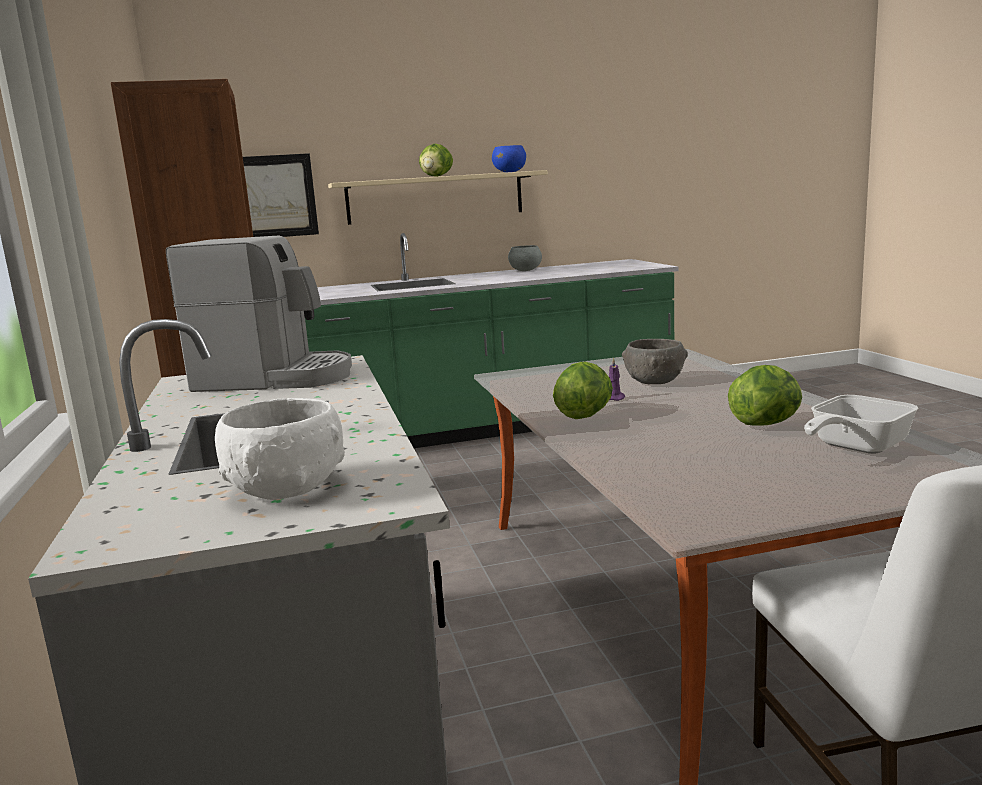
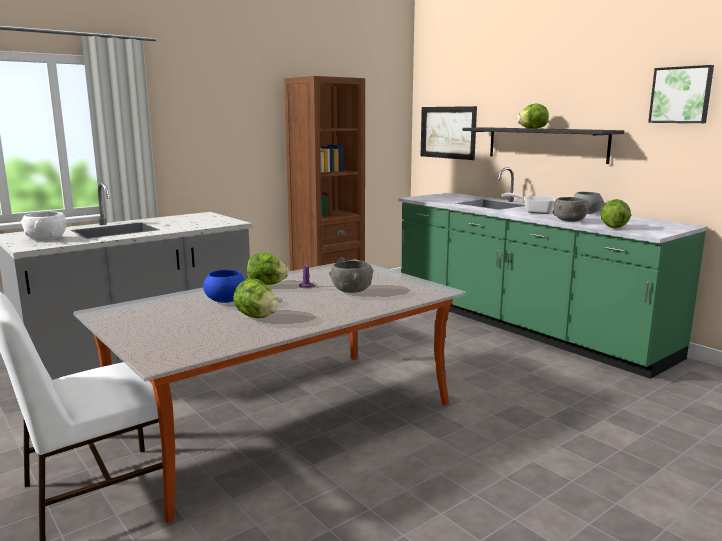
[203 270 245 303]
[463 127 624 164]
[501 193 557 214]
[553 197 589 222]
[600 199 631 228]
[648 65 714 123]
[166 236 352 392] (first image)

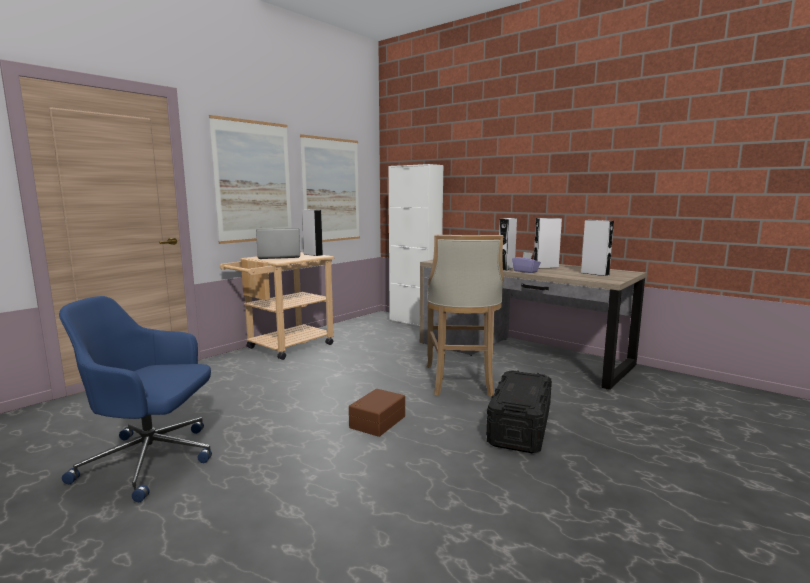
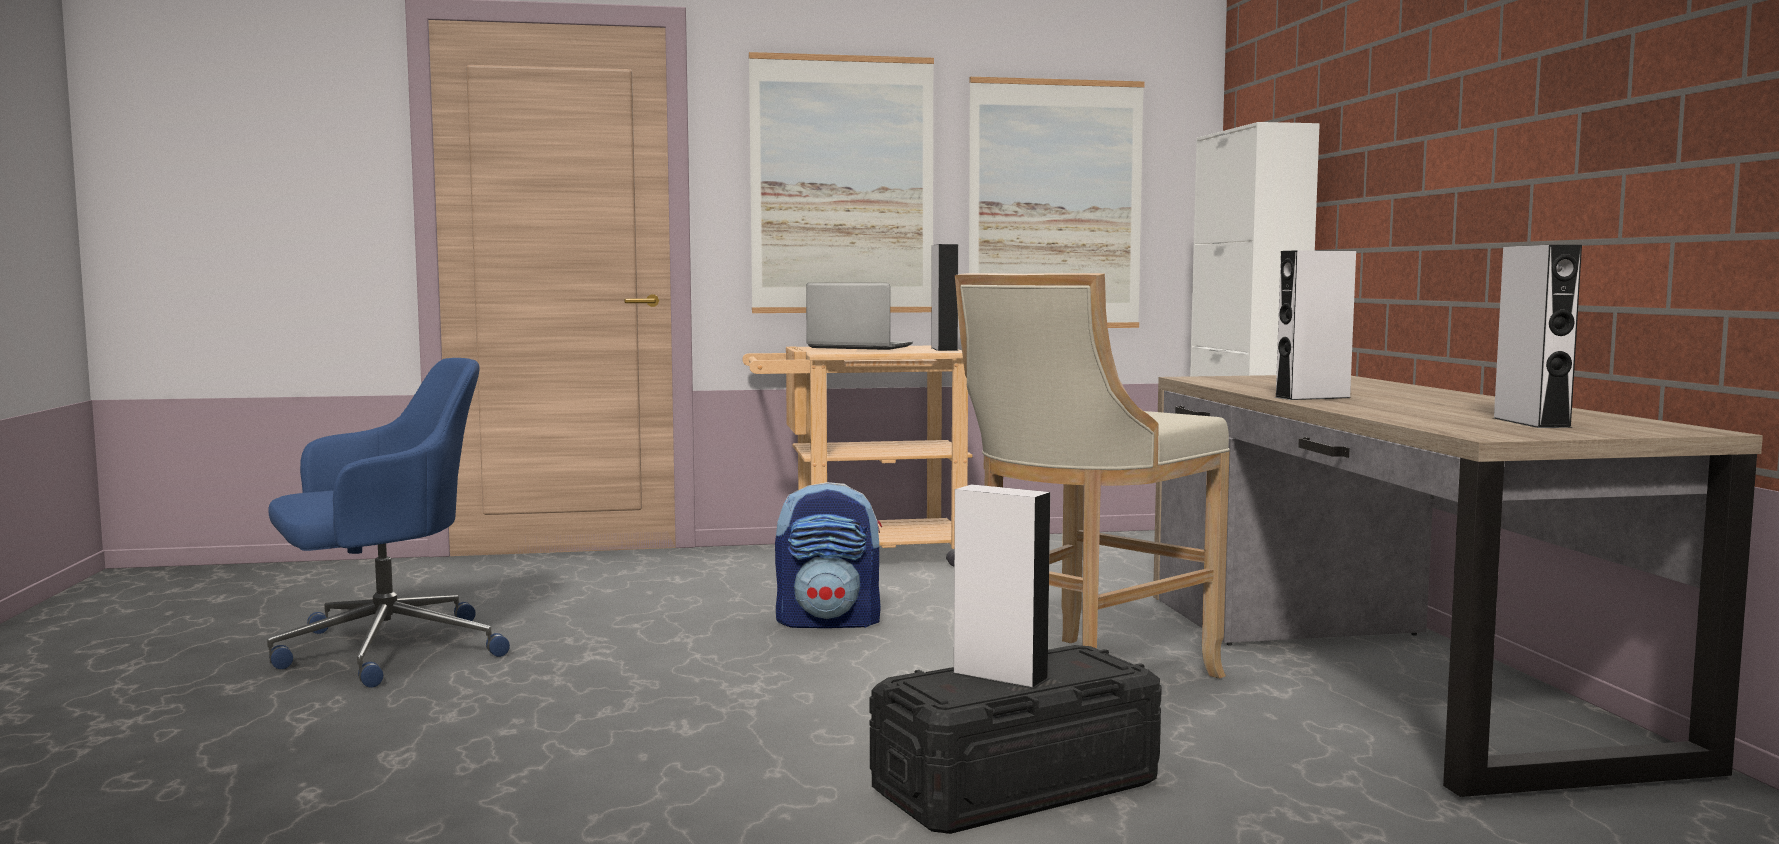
[267 358 510 688]
[775 482 882 628]
[952 484 1050 689]
[349 389 405 437] (first image)
[512 252 541 273] (first image)

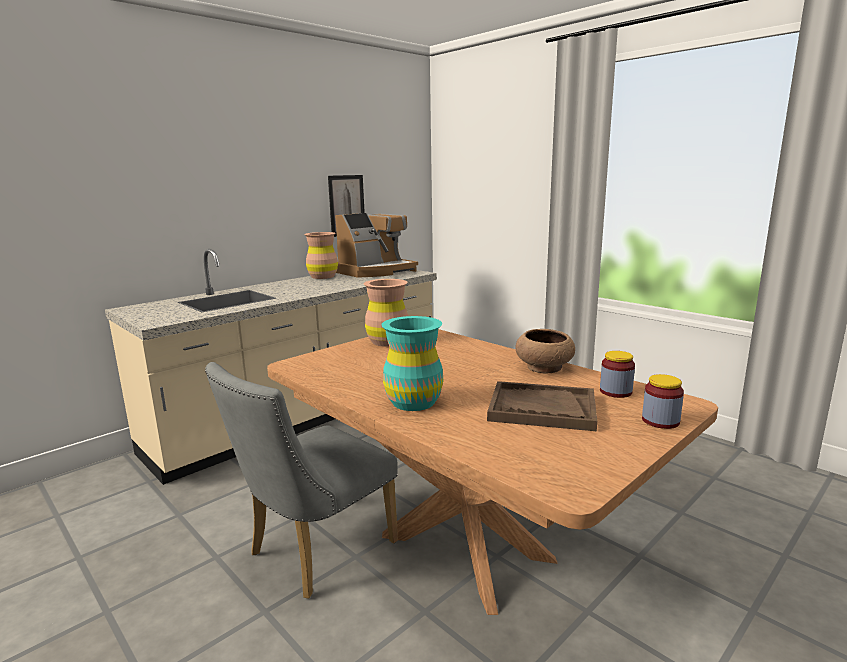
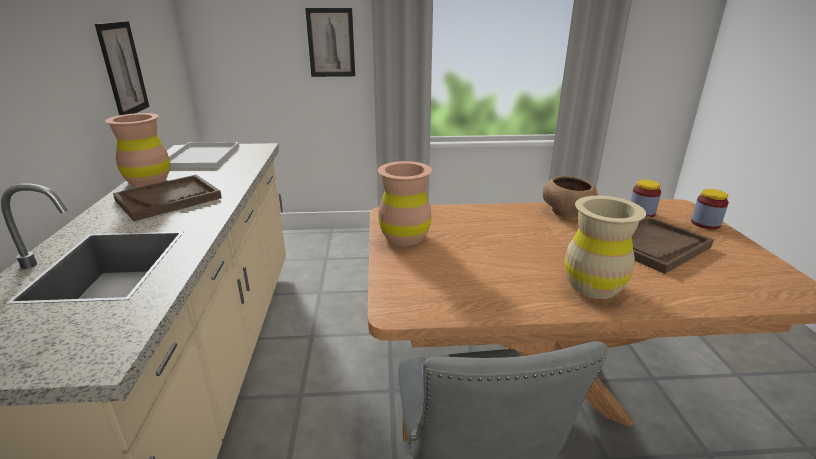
[113 175 222 221]
[169 142 239 169]
[305 8 355 77]
[565 196 646 299]

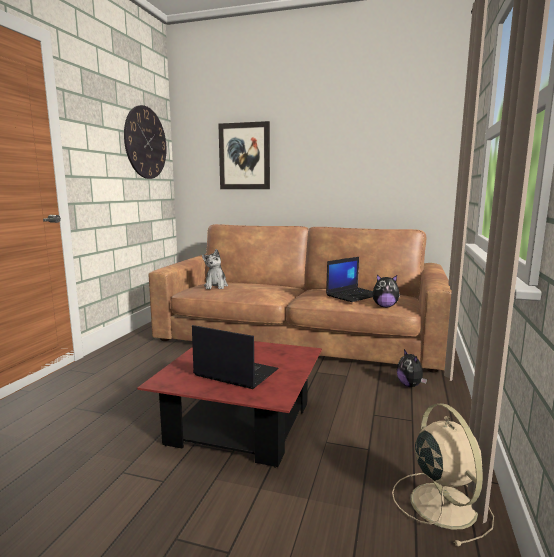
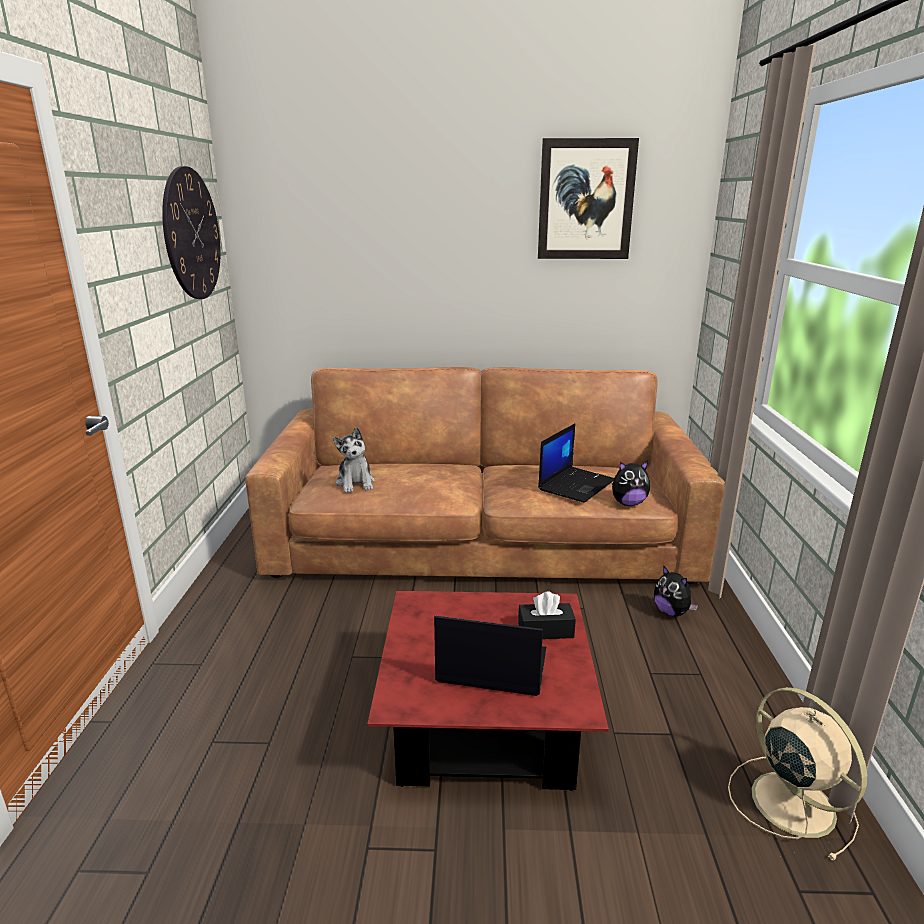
[518 591 576 639]
[538 138 639 259]

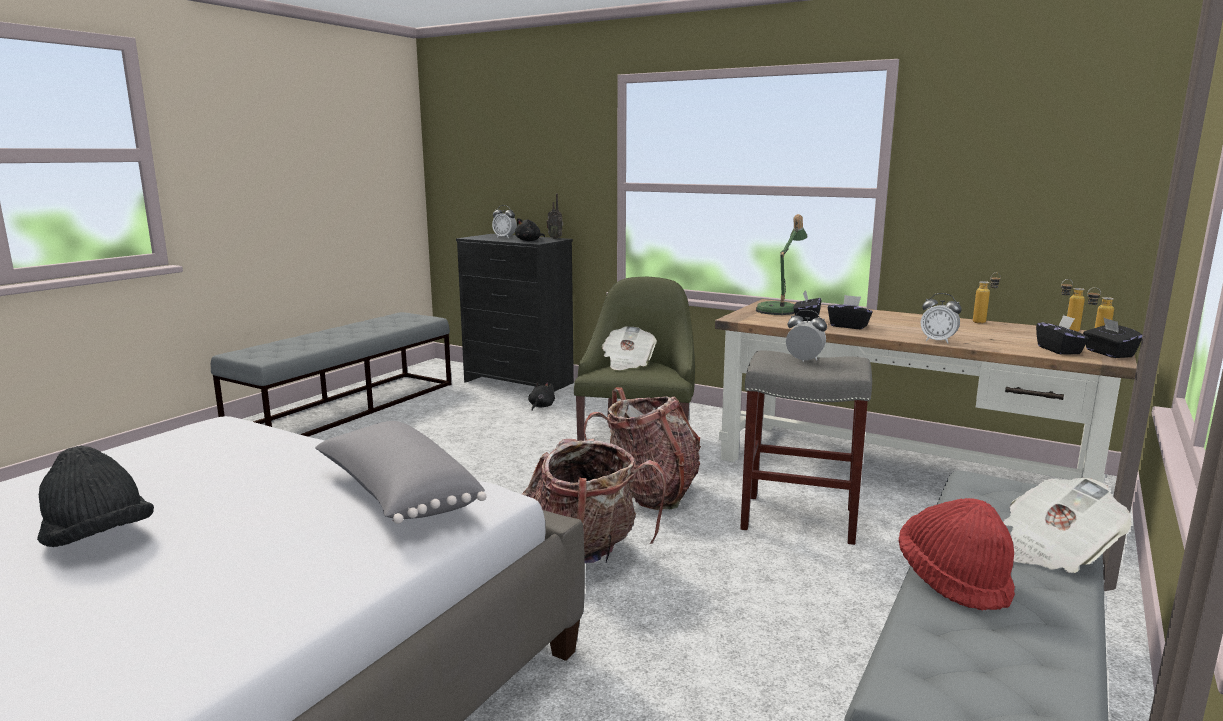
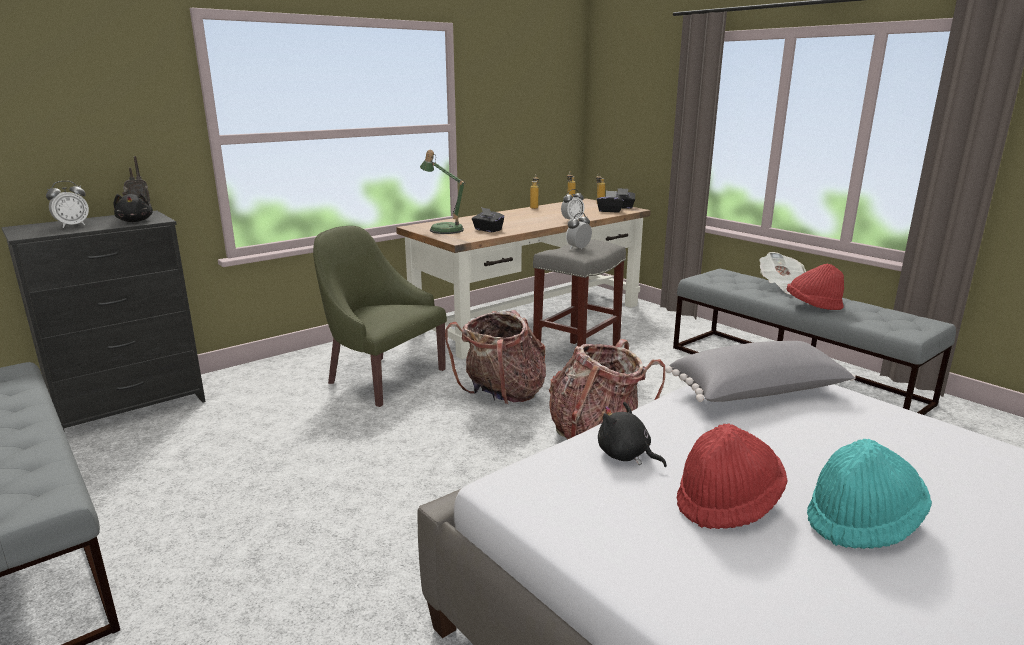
[598 402 667 467]
[677 423 788 529]
[807 439 932 549]
[602 326 657 370] (first image)
[828 295 873 329] (first image)

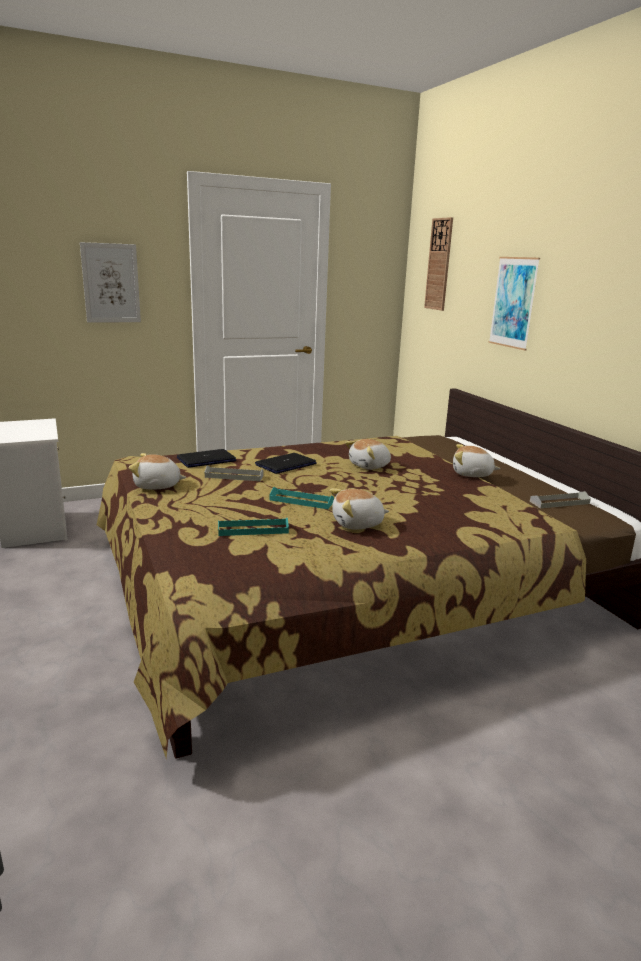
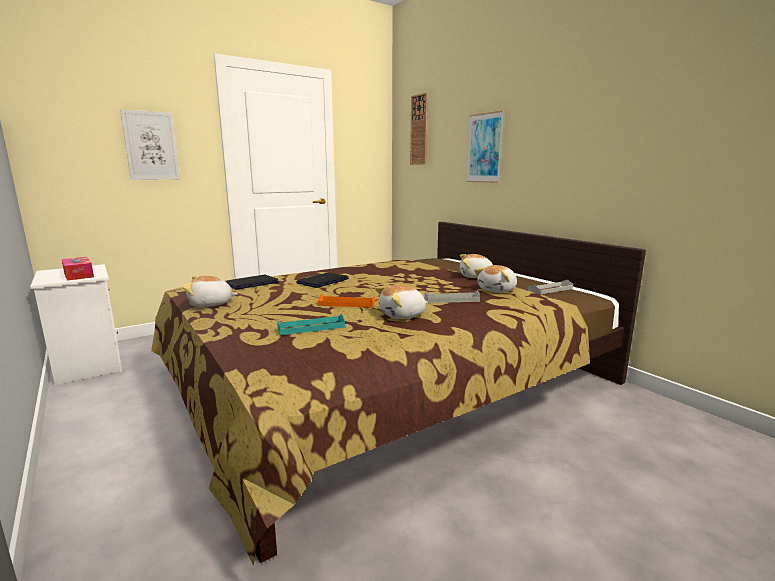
[62 257 94 281]
[318 294 375 308]
[424 290 480 303]
[474 265 517 293]

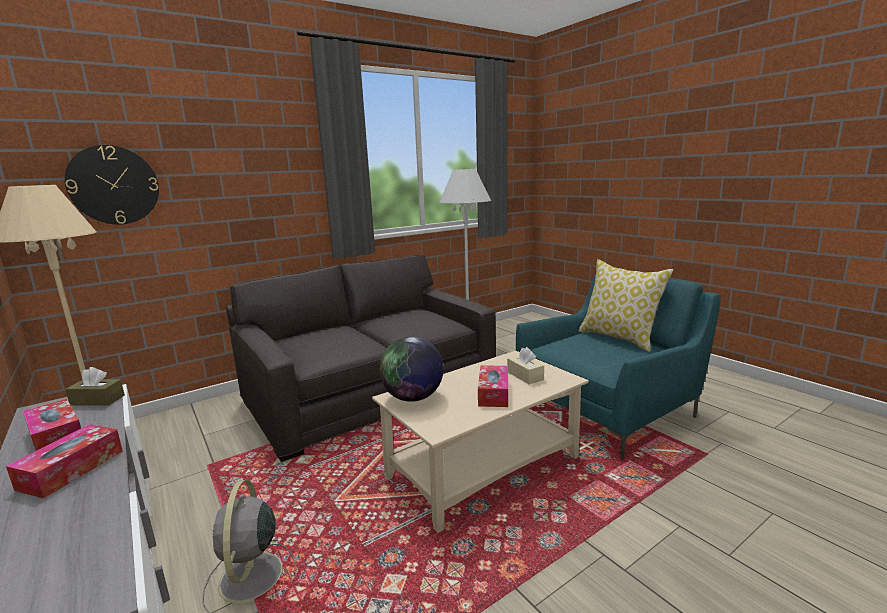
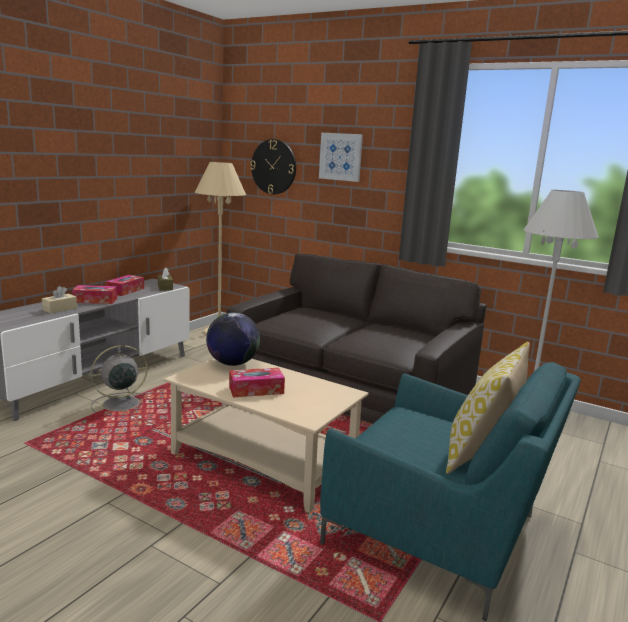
[42 286 77 313]
[319 133 363 182]

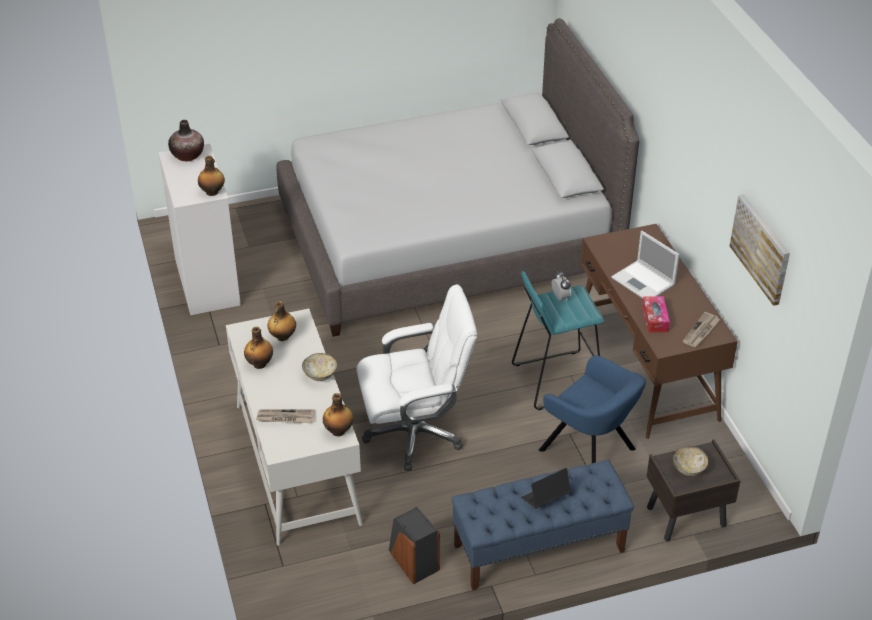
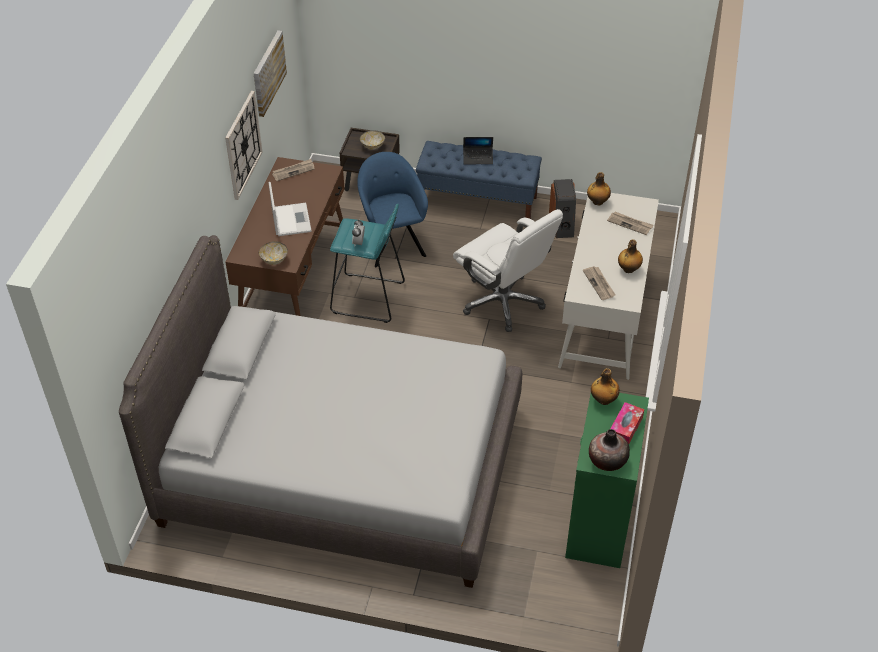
[225 91 263 200]
[259 241 288 265]
[453 209 563 332]
[565 393 649 568]
[583 266 615 300]
[610 402 644 444]

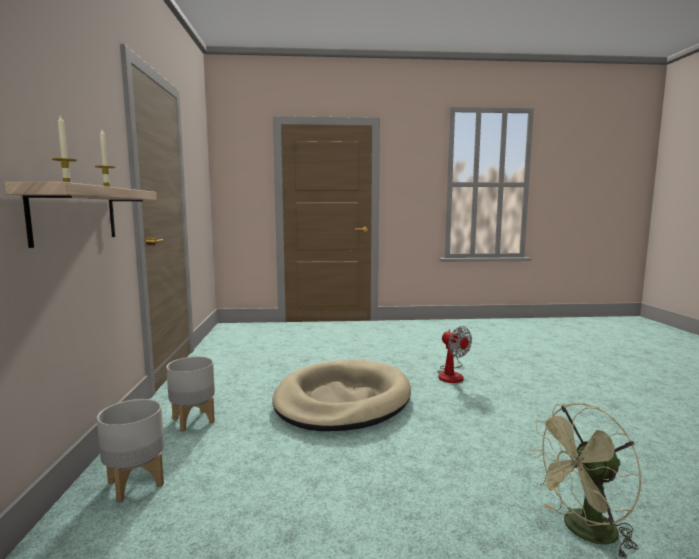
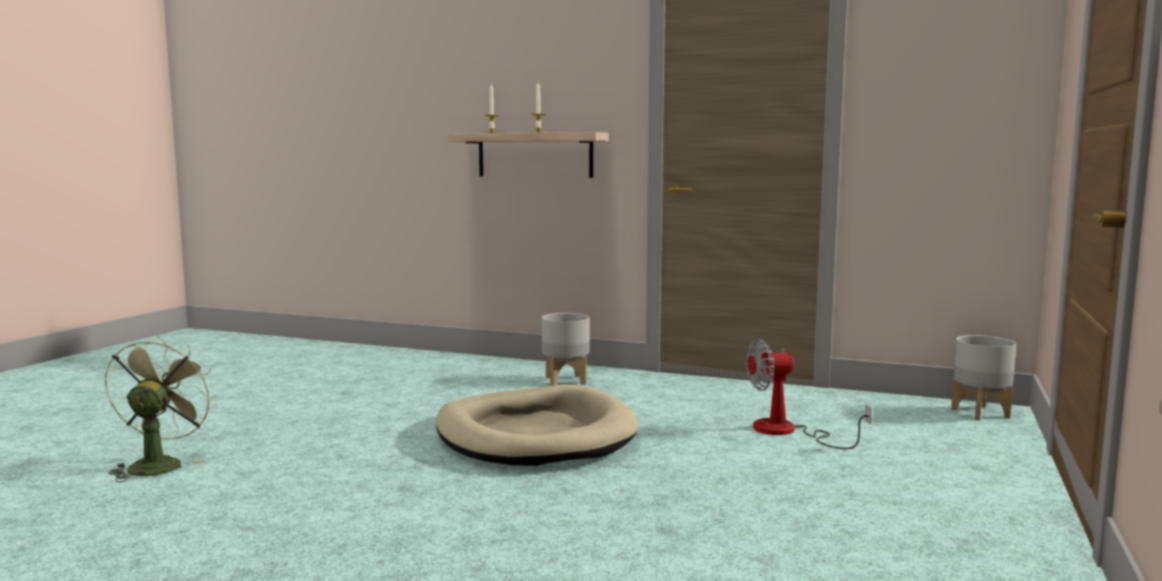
[746 339 872 449]
[951 335 1016 421]

